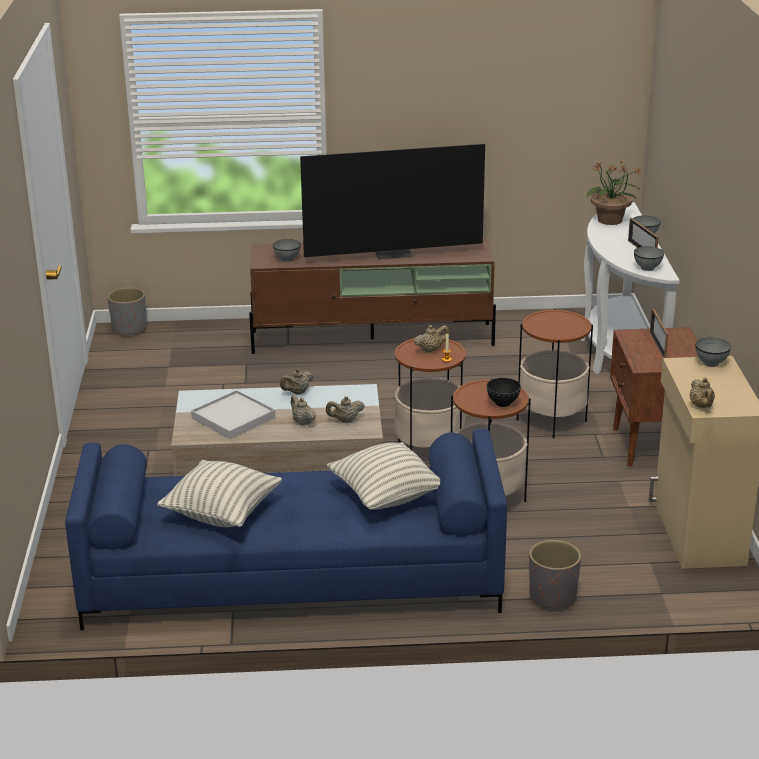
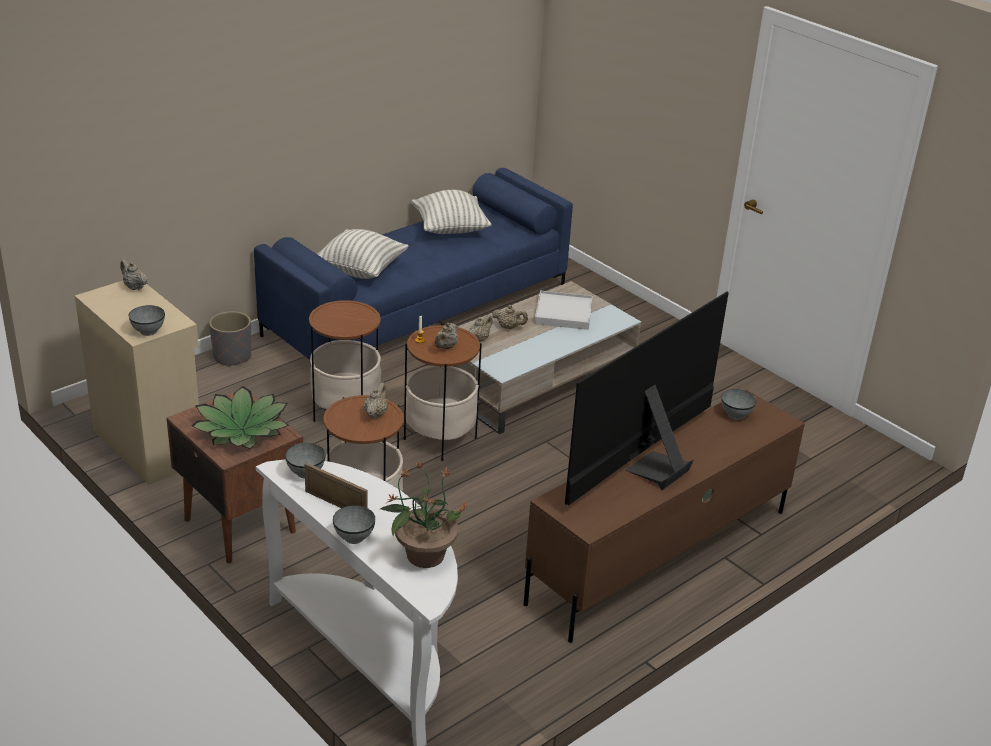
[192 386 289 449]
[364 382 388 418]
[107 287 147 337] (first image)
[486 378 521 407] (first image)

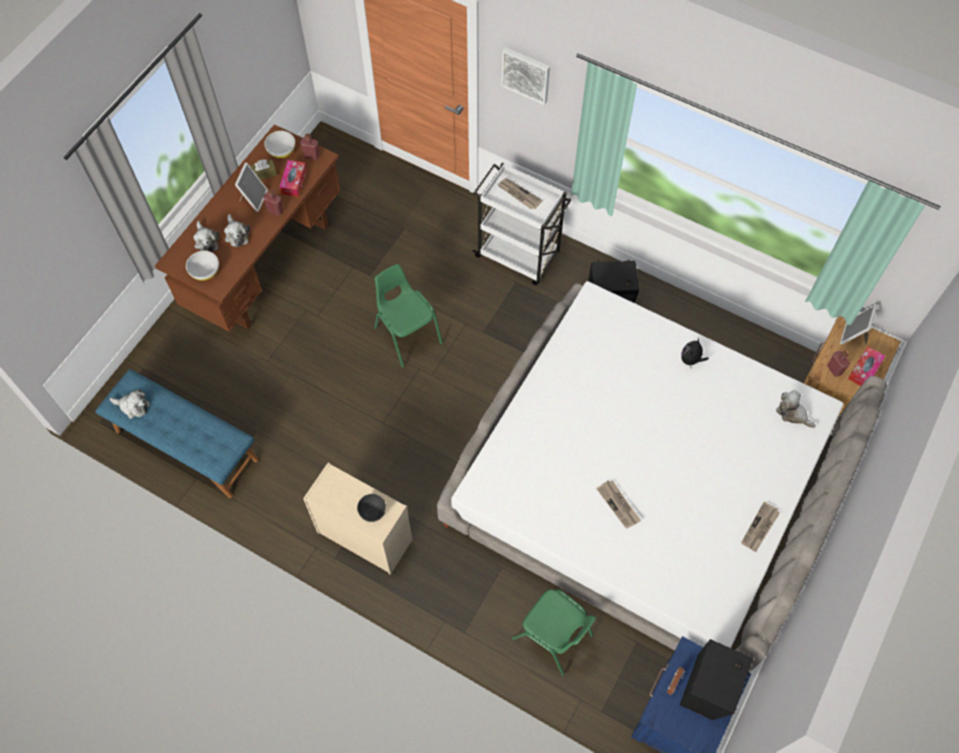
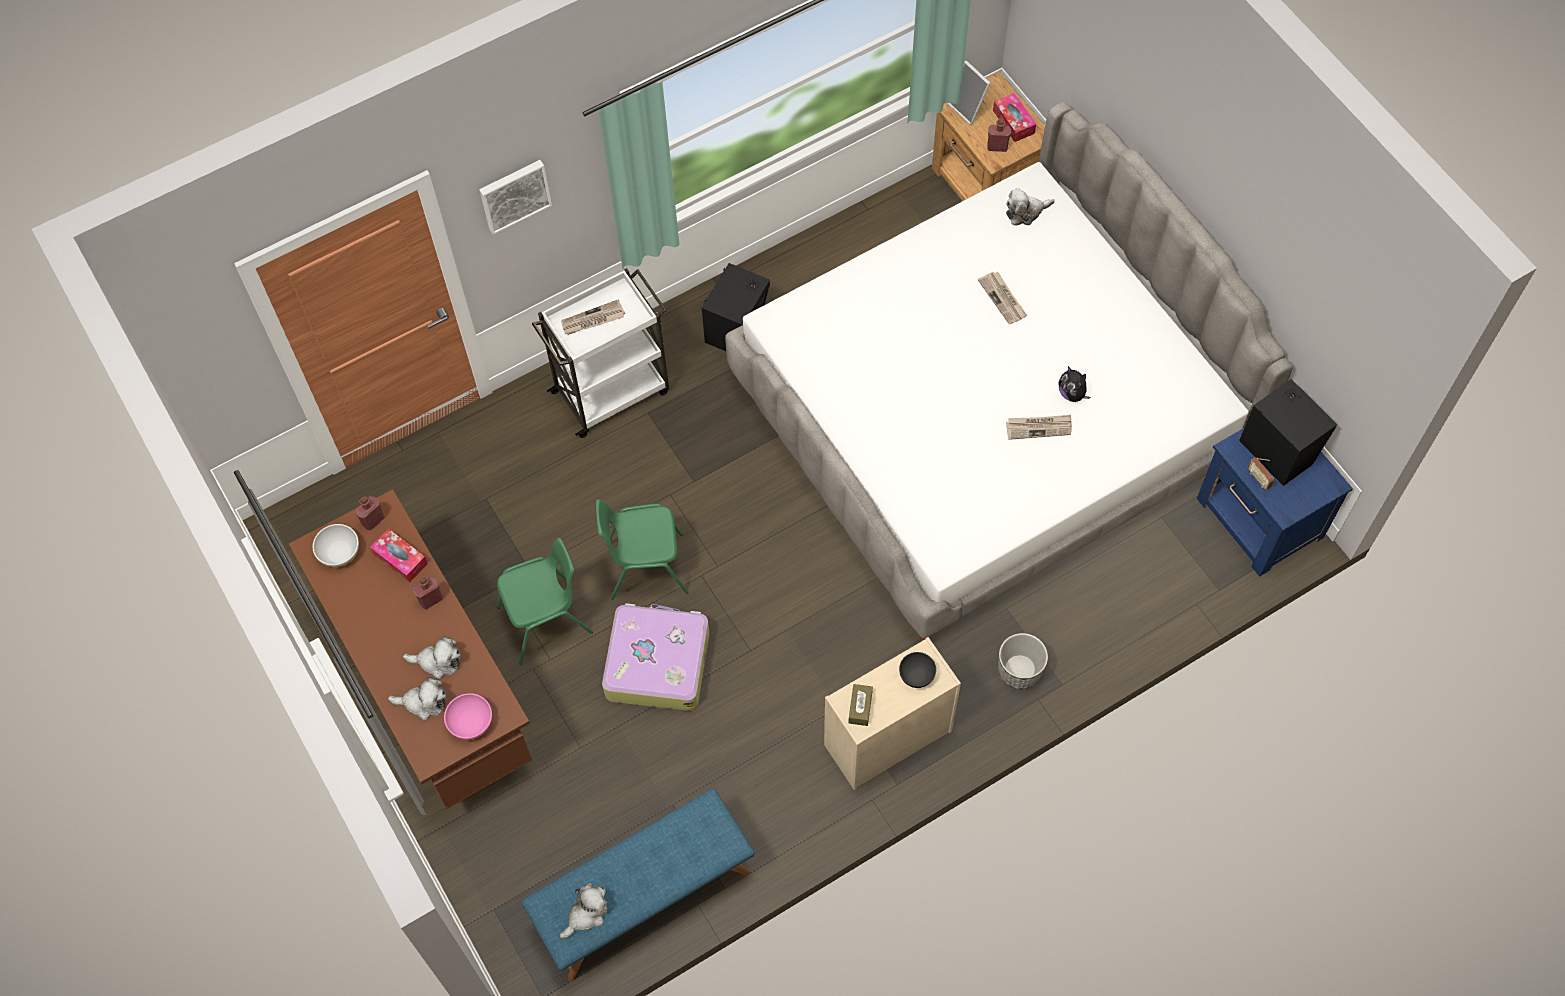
[444 693 492 740]
[497 538 593 664]
[602 603 709 711]
[848 684 873 726]
[978 272 1027 325]
[998 633 1048 689]
[1058 366 1090 402]
[235 162 268 212] (first image)

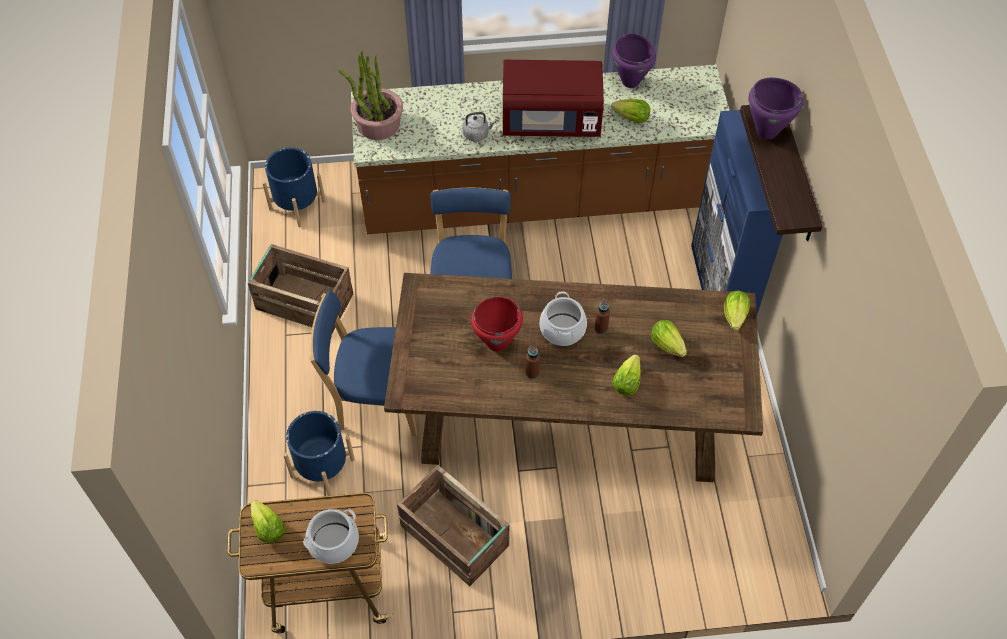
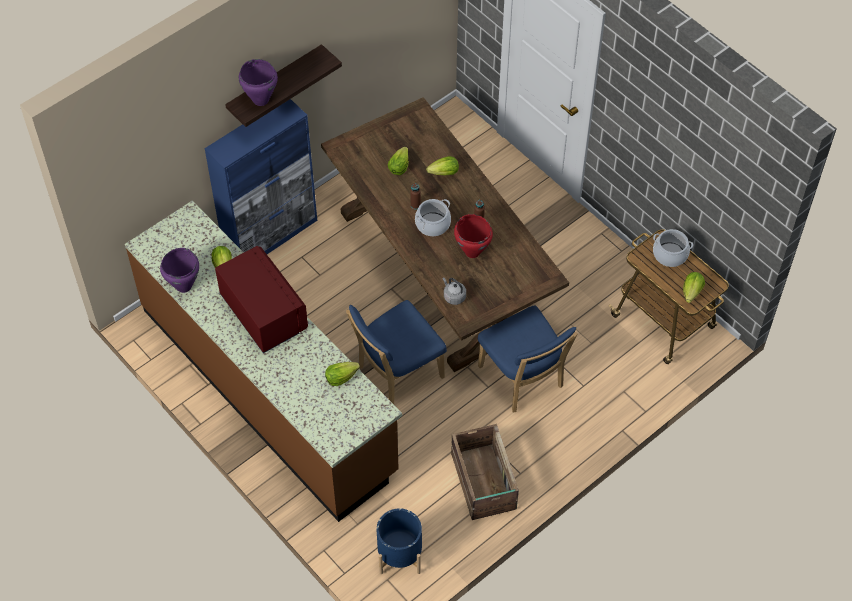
[325 362 360 386]
[442 277 466 305]
[283 411 355 496] (first image)
[338 51 403 140] (first image)
[397 465 509 586] (first image)

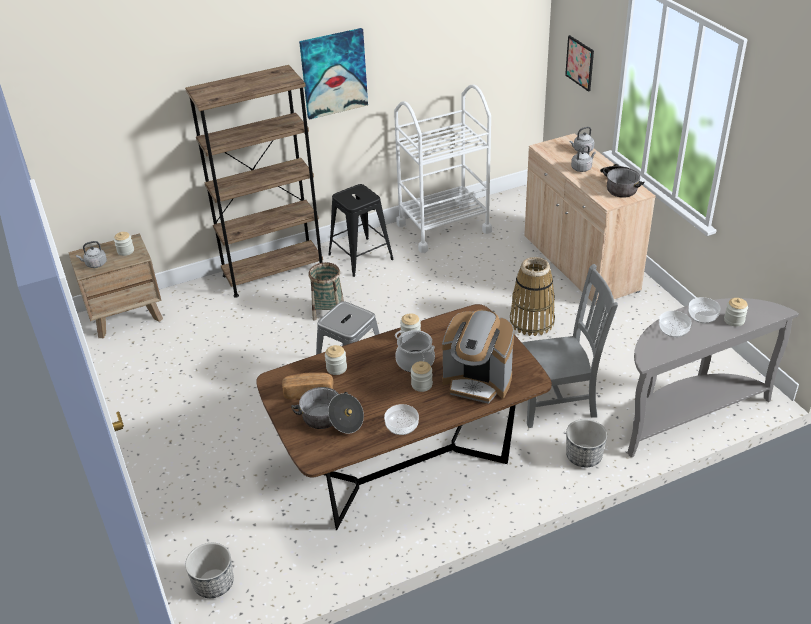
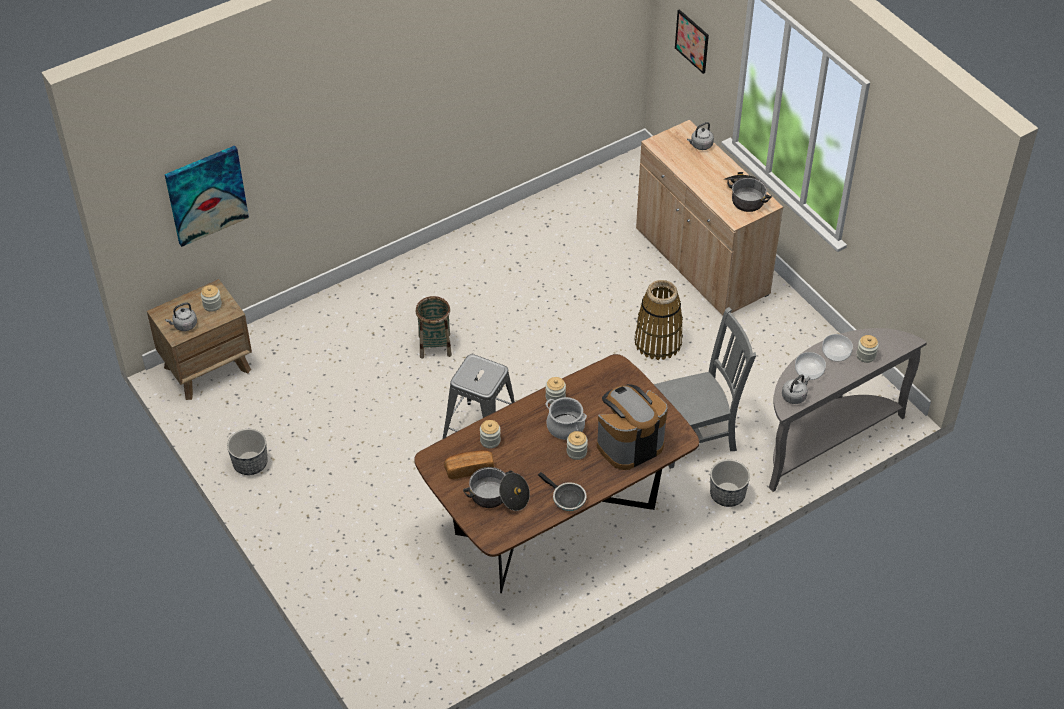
[165 145 249 247]
[227 429 268 475]
[538 472 586 511]
[597 384 668 470]
[782 375 811 404]
[185 65 323 298] (first image)
[328 184 394 277] (first image)
[394 84 492 253] (first image)

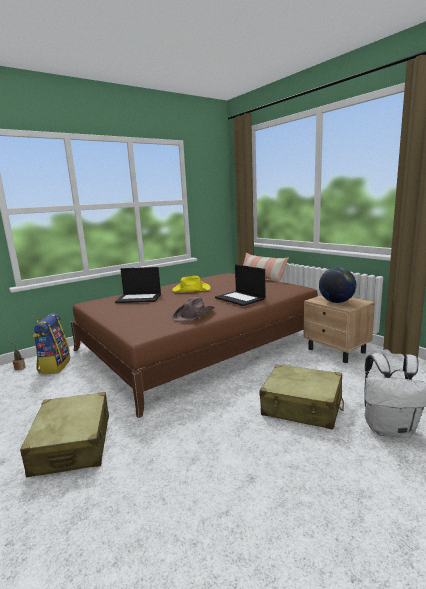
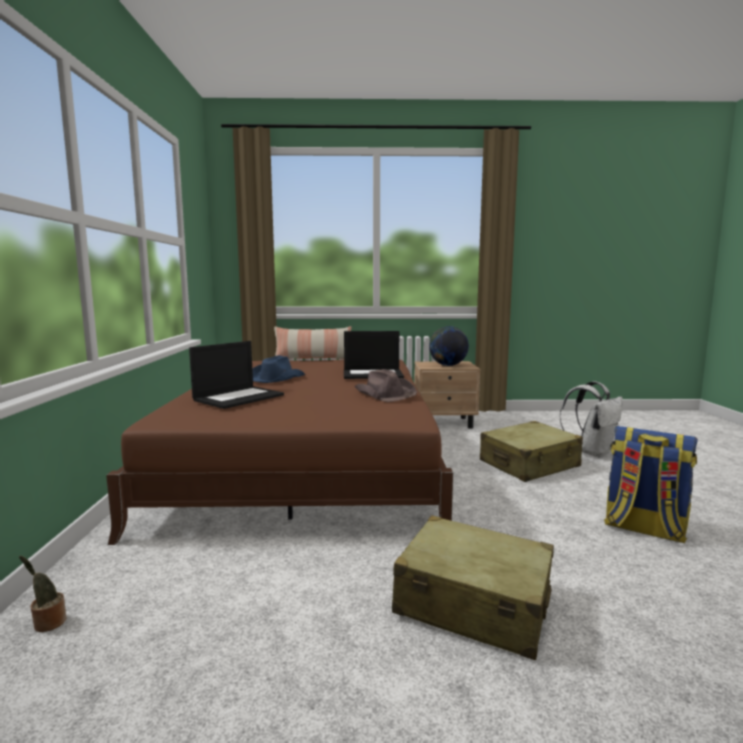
[252 355 305 383]
[604 426 698 544]

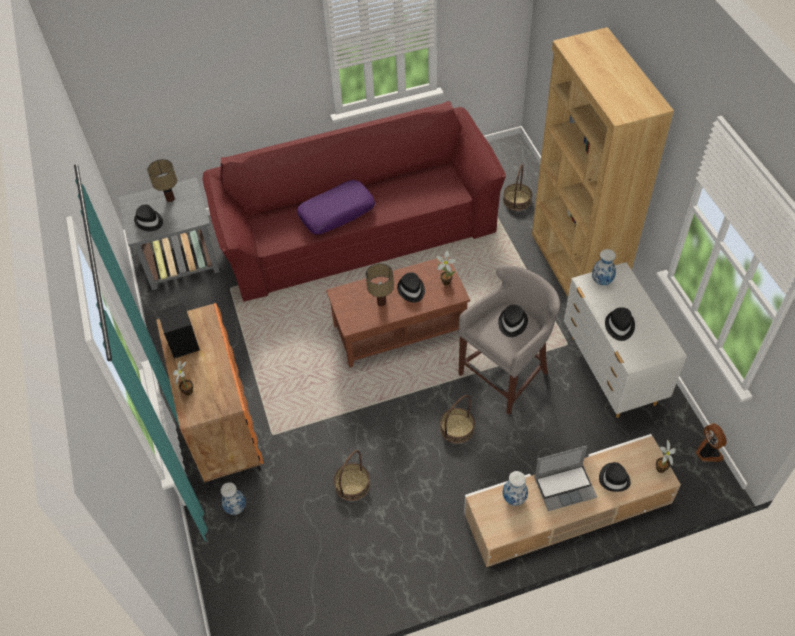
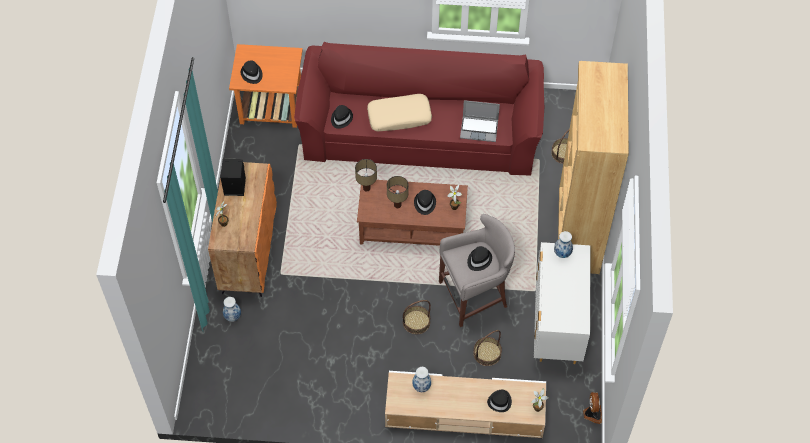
[229 44 303 128]
[331 105 353 129]
[355 159 377 191]
[367 94 432 131]
[460 100 500 142]
[473 330 502 366]

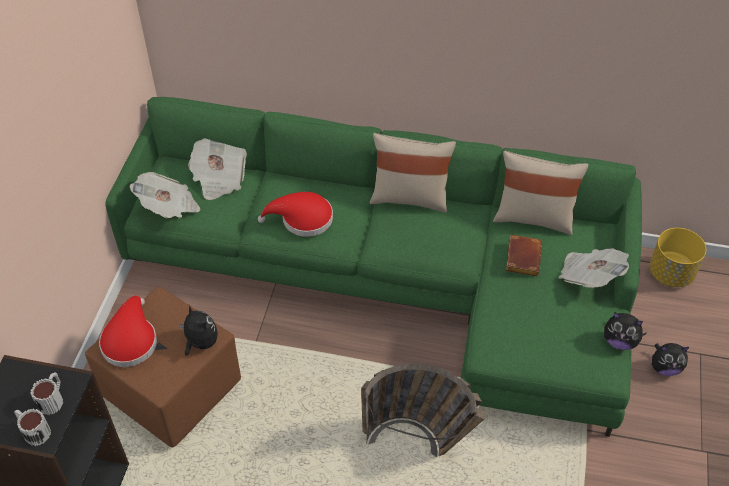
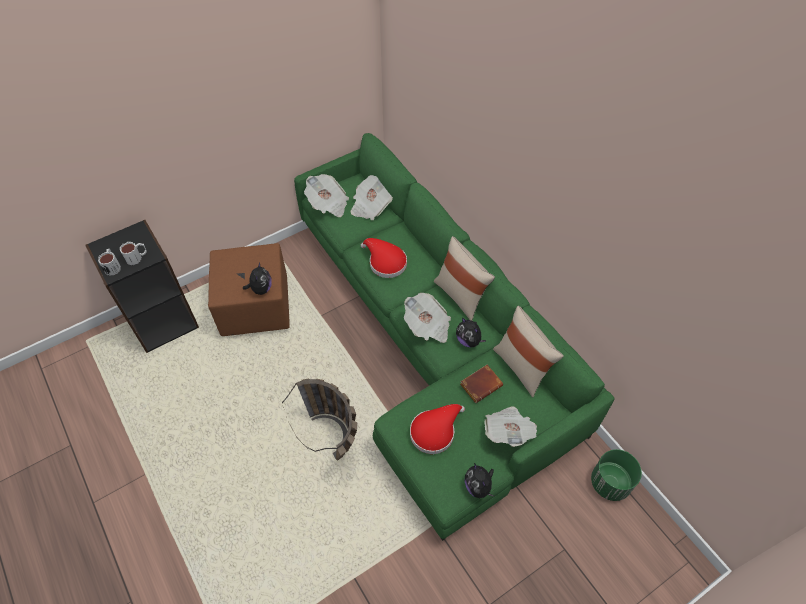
[404 293 451 343]
[410 404 465 454]
[456 317 486 347]
[591 449 642 501]

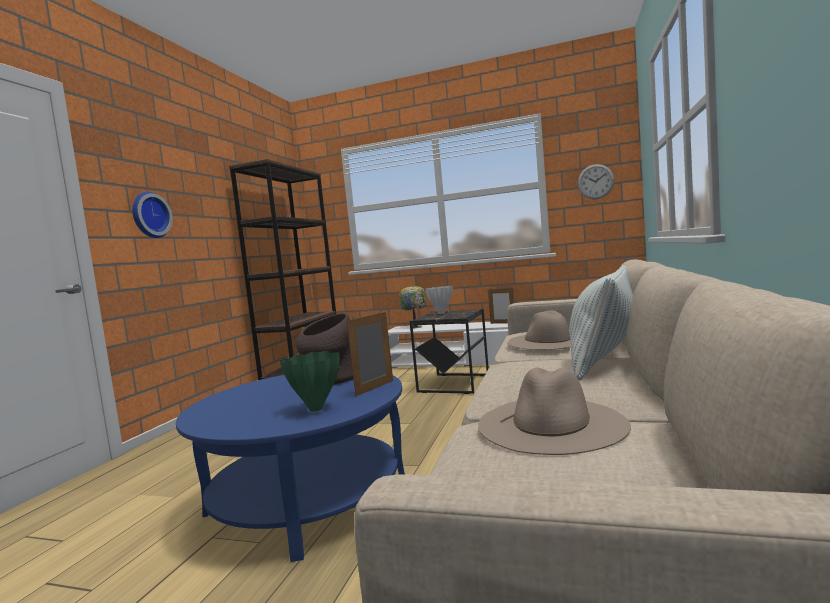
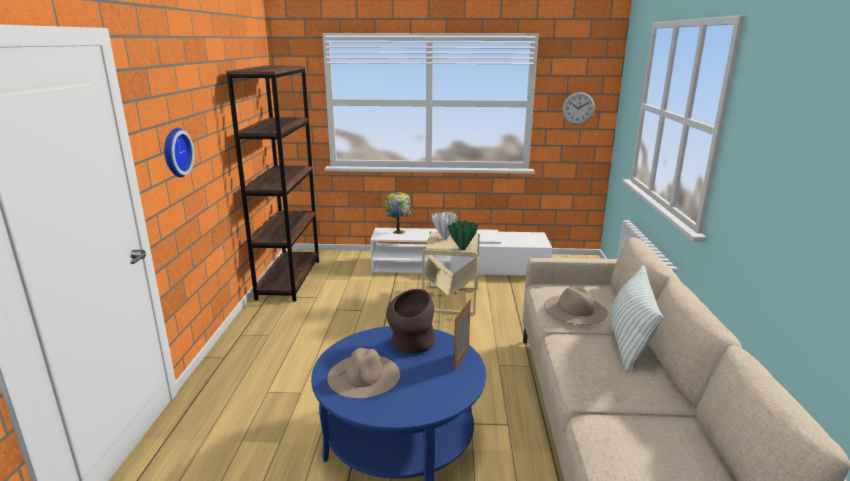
[327 348 400 399]
[422 231 480 314]
[448 220 478 250]
[488 288 514 324] (first image)

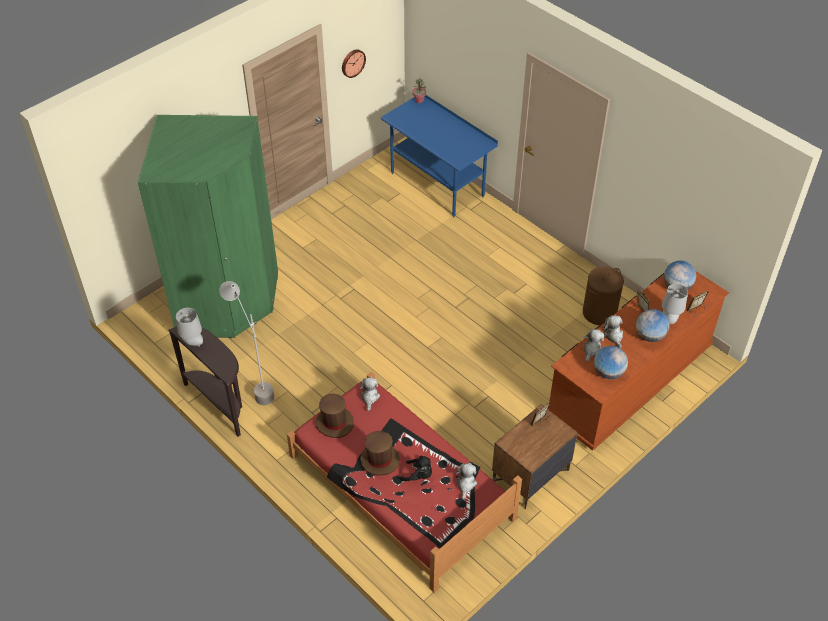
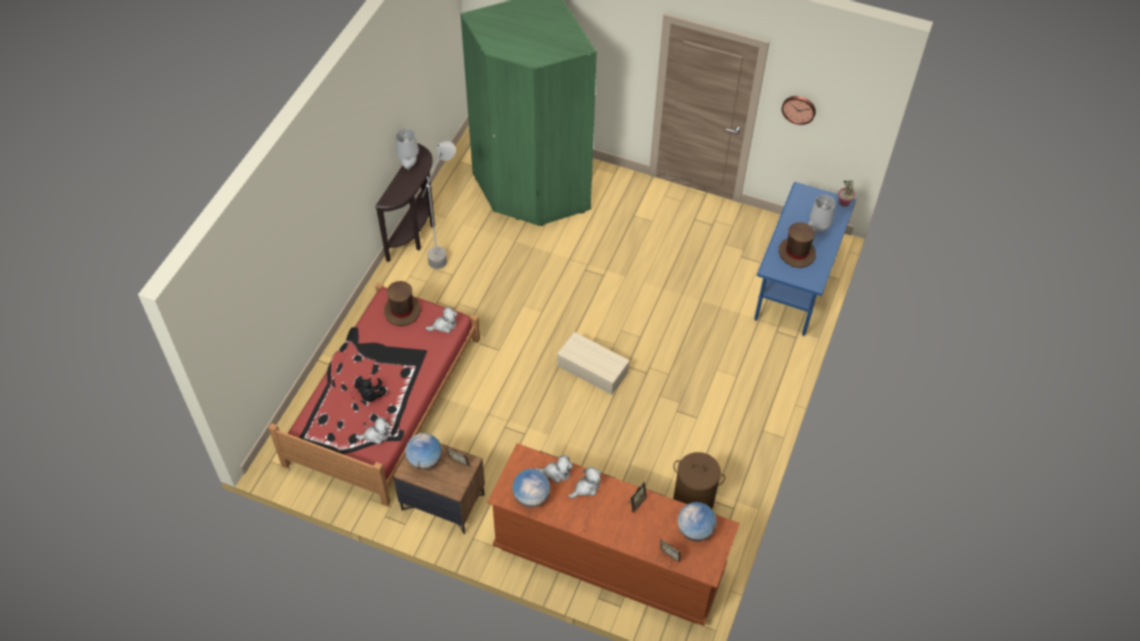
[405 433 442 470]
[557 332 630 395]
[779 222 816 268]
[808 195 836 233]

